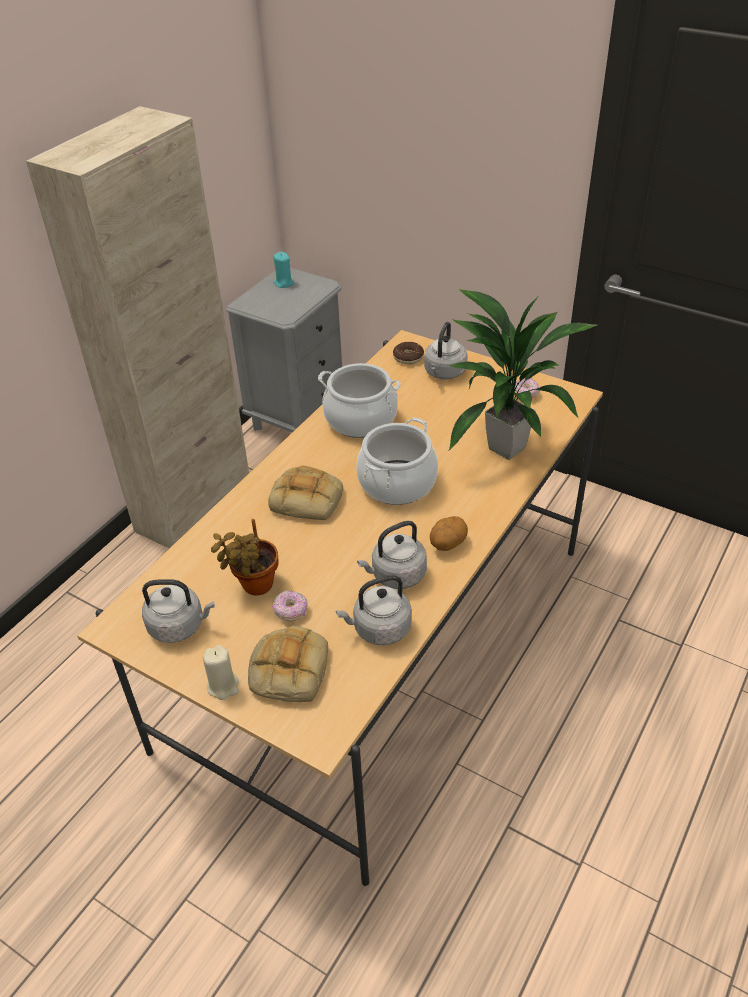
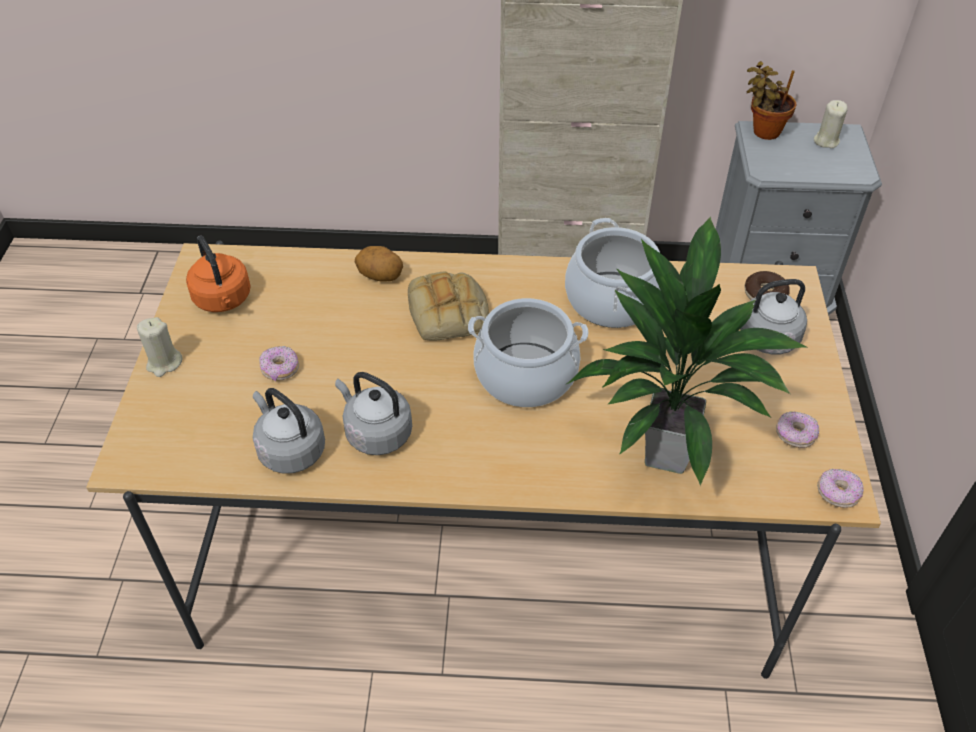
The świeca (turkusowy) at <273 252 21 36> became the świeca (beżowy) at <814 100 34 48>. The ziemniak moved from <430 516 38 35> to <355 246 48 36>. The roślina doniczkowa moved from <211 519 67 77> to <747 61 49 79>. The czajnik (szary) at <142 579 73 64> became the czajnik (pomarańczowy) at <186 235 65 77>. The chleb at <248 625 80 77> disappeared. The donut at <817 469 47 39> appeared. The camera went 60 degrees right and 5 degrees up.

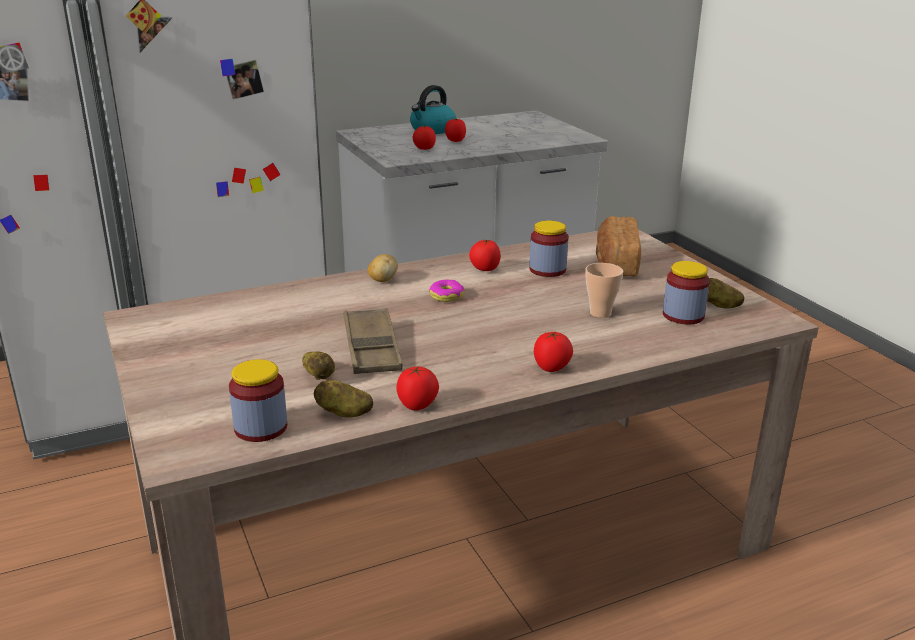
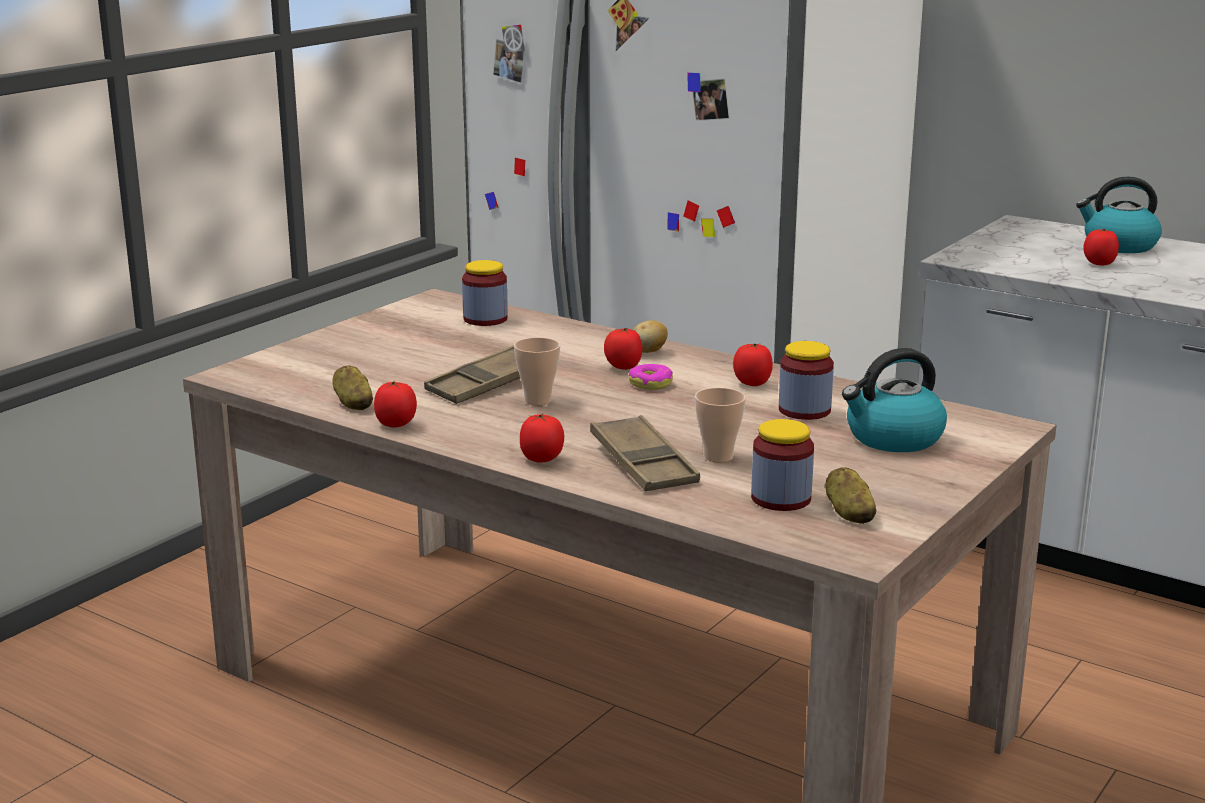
The pomidor moved from <413 126 23 24> to <604 328 38 42>. The chleb at <596 216 45 61> was replaced by the czajnik at <842 348 105 104>. The ziemniak at <302 351 33 29> disappeared. The słoik moved from <229 359 58 83> to <462 260 46 66>. The filiżanka at <514 337 46 68> appeared. The taca (brązowy) at <590 415 110 76> appeared. The camera went 60 degrees right and 5 degrees down.

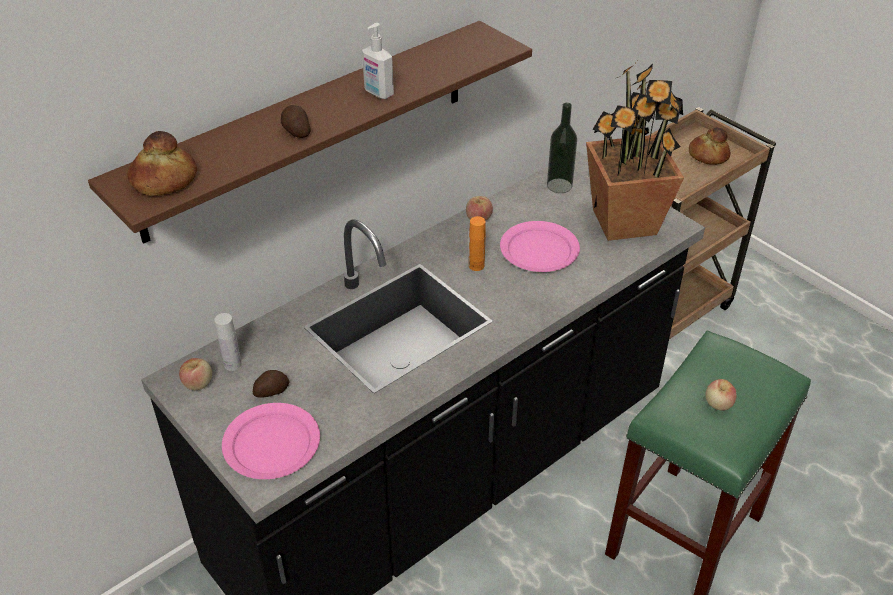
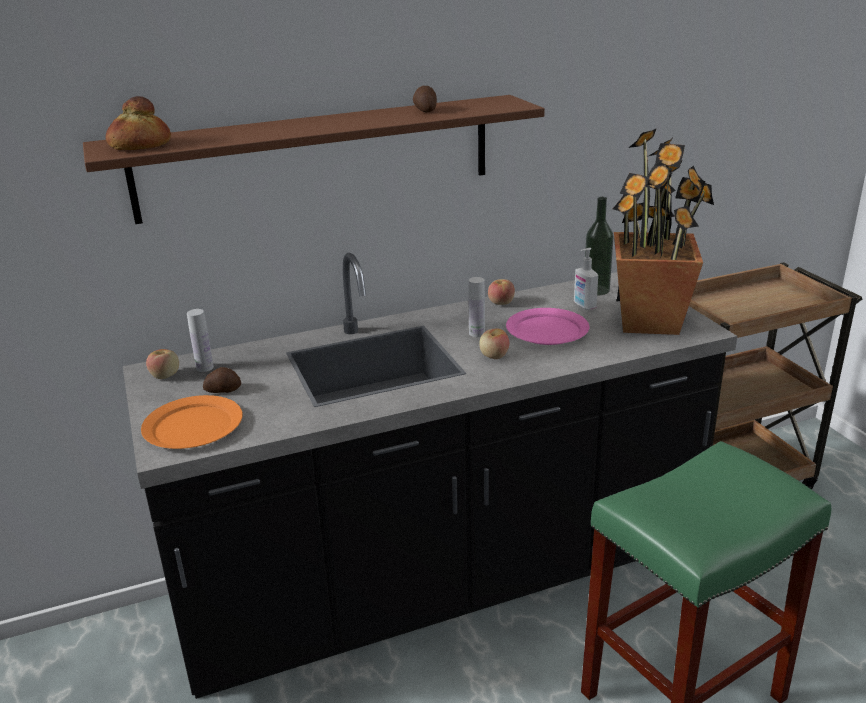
The dozownik mydła moved from <362 23 32 76> to <574 248 24 62>. The ziemniak moved from <281 105 30 33> to <413 86 24 27>. The chleb at <689 127 42 38> disappeared. The butelka (pomarańczowy) at <469 216 17 55> became the butelka (biały) at <468 277 17 60>. The jabłko moved from <706 379 31 32> to <479 328 31 31>. The talerz (różowy) at <222 403 98 76> became the talerz (pomarańczowy) at <141 395 102 54>. The camera went 20 degrees right and 15 degrees down.

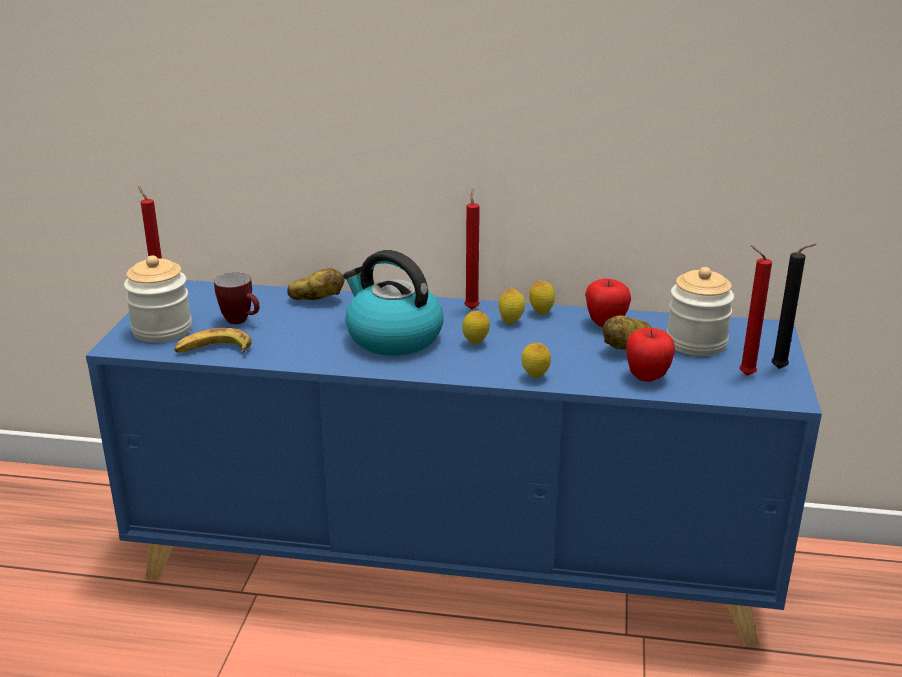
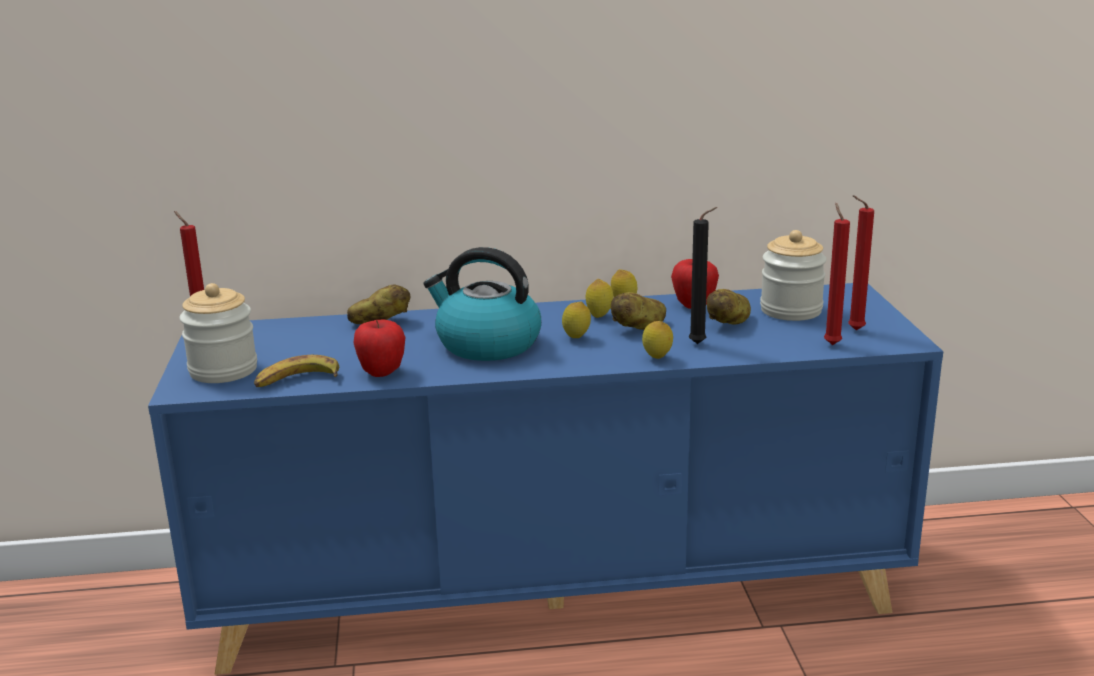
The świeca (czerwony) moved from <464 189 16 120> to <824 203 26 142>. The świeca (czarny) moved from <771 244 45 125> to <689 207 29 137>. The kubek at <214 273 46 51> disappeared. The jabłko moved from <626 328 49 54> to <353 319 52 58>. The ziemniak at <611 292 55 38> appeared. The camera went 15 degrees left and 5 degrees down.

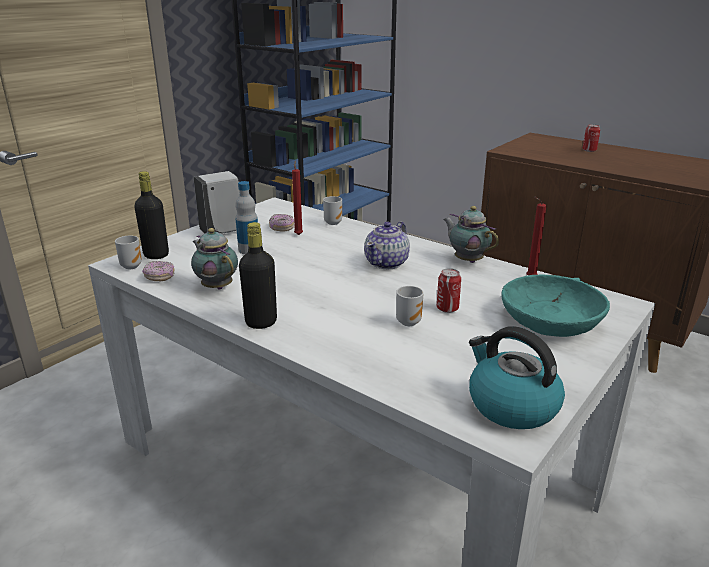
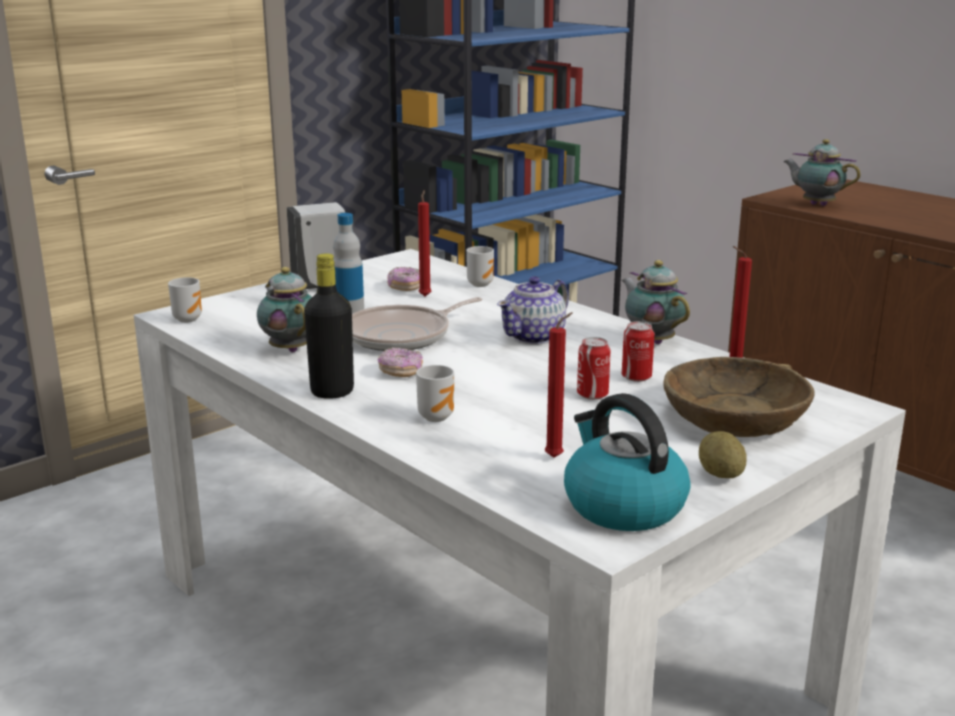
The puszka moved from <583 124 17 28> to <622 321 32 61>. The butelka (czarny) at <134 171 35 88> disappeared. The donut moved from <142 261 33 20> to <378 347 45 30>. The miska (turkusowy) at <502 275 108 62> became the miska (brązowy) at <663 357 152 80>. The kubek moved from <396 286 28 40> to <416 365 38 57>. The imbryk at <783 139 78 67> appeared. The patelnia at <352 297 130 54> appeared. The świeca (czerwony) at <545 312 28 146> appeared. The ziemniak at <699 431 48 47> appeared. The camera went 10 degrees right and 5 degrees down.

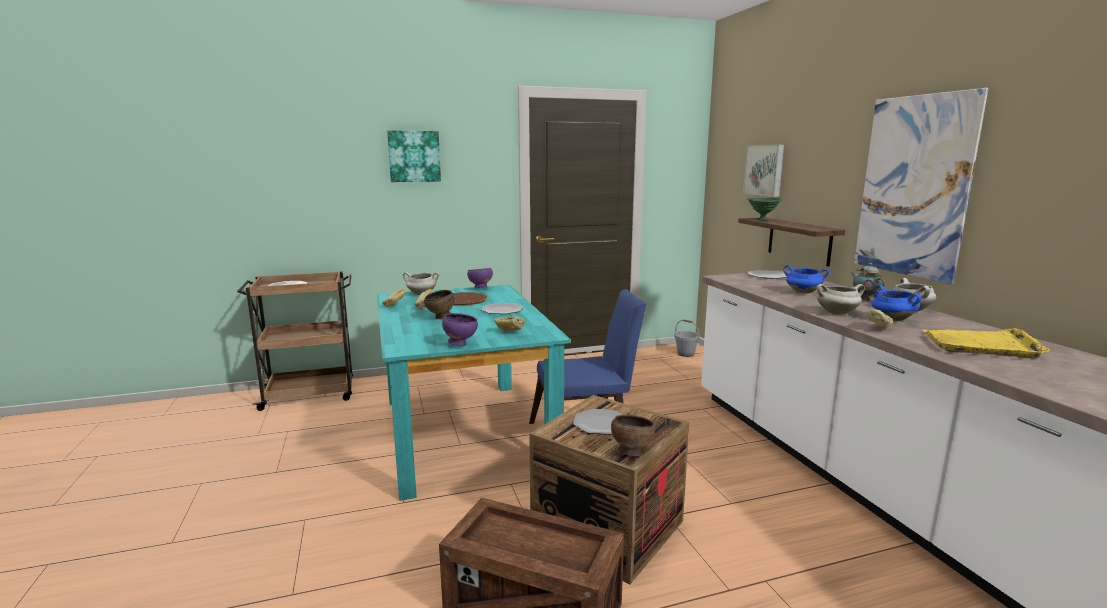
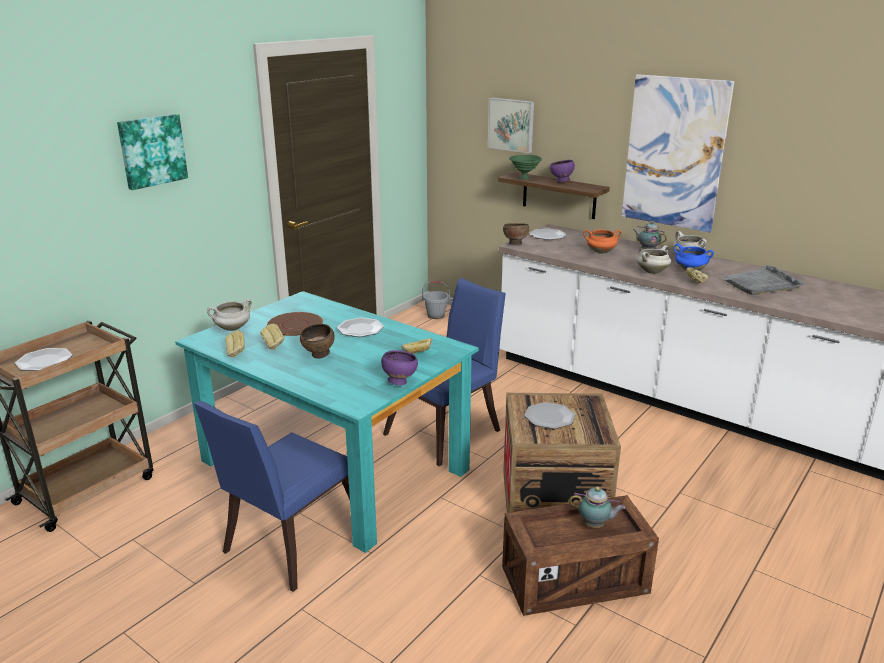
The garnek (niebieski) at <784 265 45 29> became the garnek (pomarańczowy) at <583 230 39 24>. The miska (fioletowy) moved from <467 268 26 20> to <550 160 25 22>. The taca (żółty) at <923 328 127 30> became the taca (szary) at <720 265 84 30>. The miska (brązowy) moved from <611 414 44 42> to <503 223 26 21>. The krzesło (niebieski) at <194 401 156 191> appeared. The imbryk at <569 487 56 41> appeared. The camera went 35 degrees left and 10 degrees up.

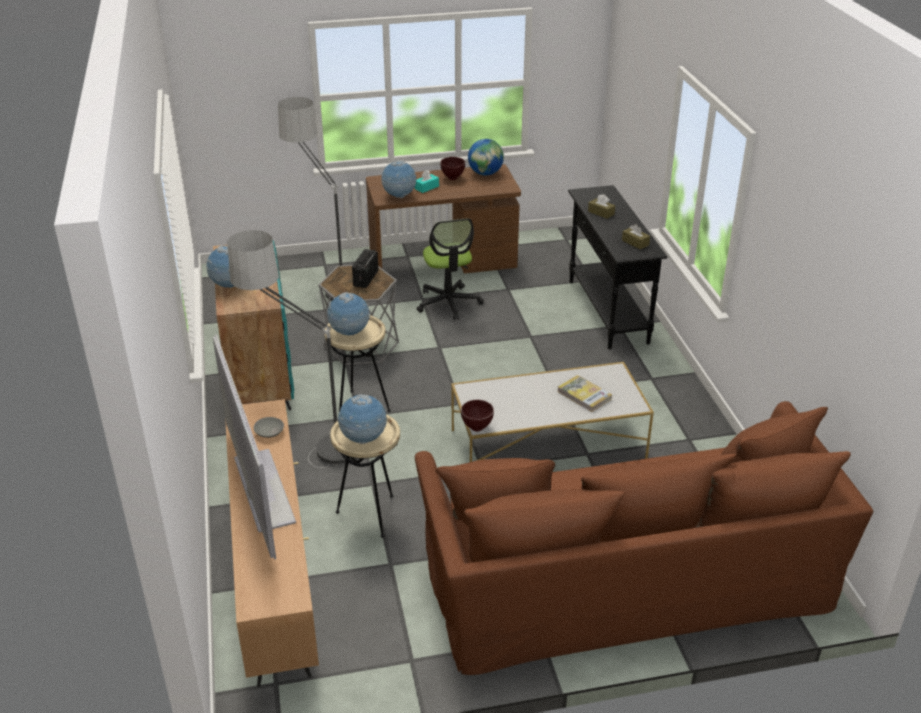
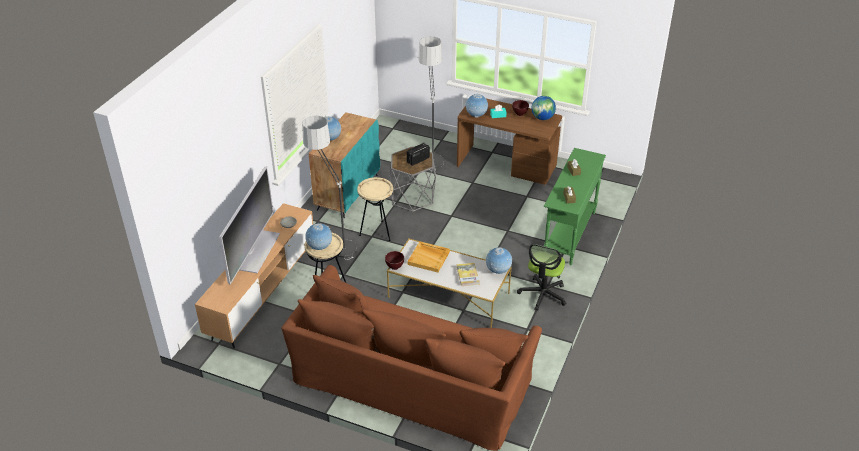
The stolik konsolowy (czarny) at <568 185 99 164> became the stolik konsolowy (zielony) at <544 148 62 117>. The krzesło biurowe moved from <417 218 67 102> to <517 244 49 67>. The globus moved from <327 292 43 44> to <486 247 26 27>. The taca (beżowy) at <408 241 42 32> appeared. The camera went 35 degrees right and 5 degrees up.

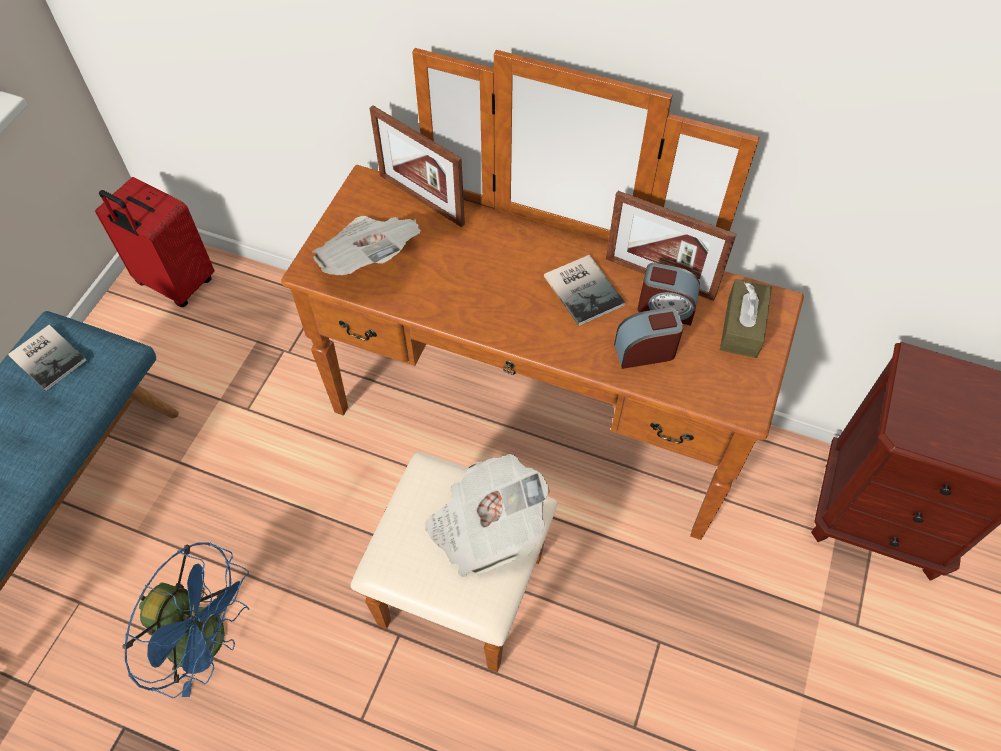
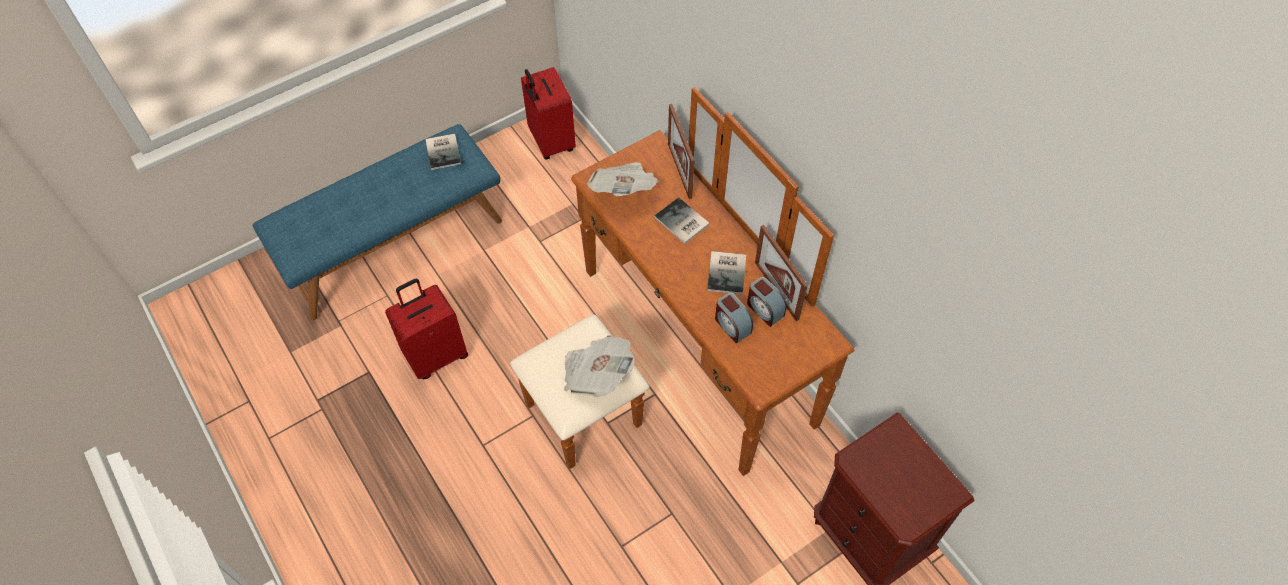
The pudełko chusteczek (brązowy) at <720 279 52 79> disappeared. The budzik at <614 307 69 62> turned 150 degrees counterclockwise. The wentylator (niebieski) at <122 542 127 156> was replaced by the walizka (czerwony) at <385 279 83 100>. The książka at <654 197 56 47> appeared. The camera went 35 degrees right and 0 degrees up.

